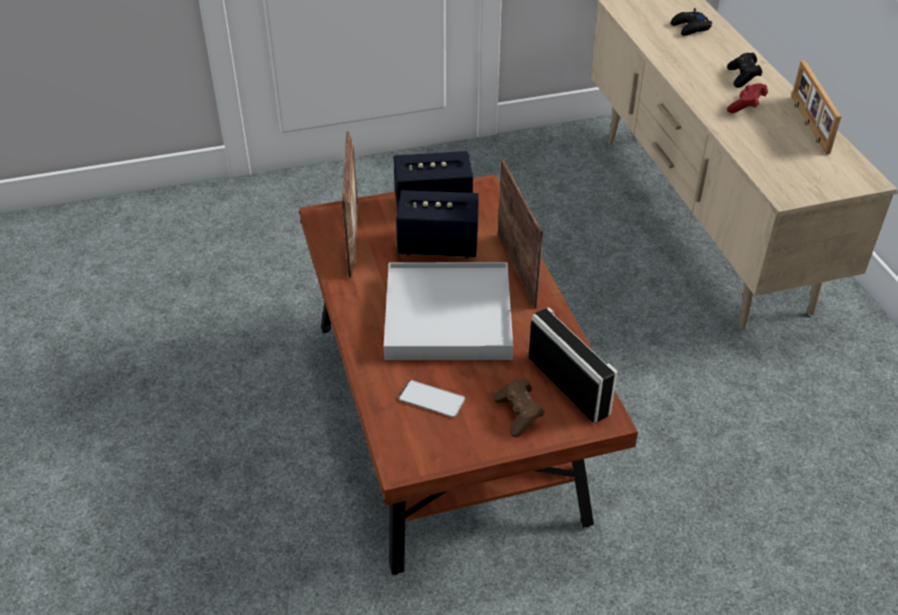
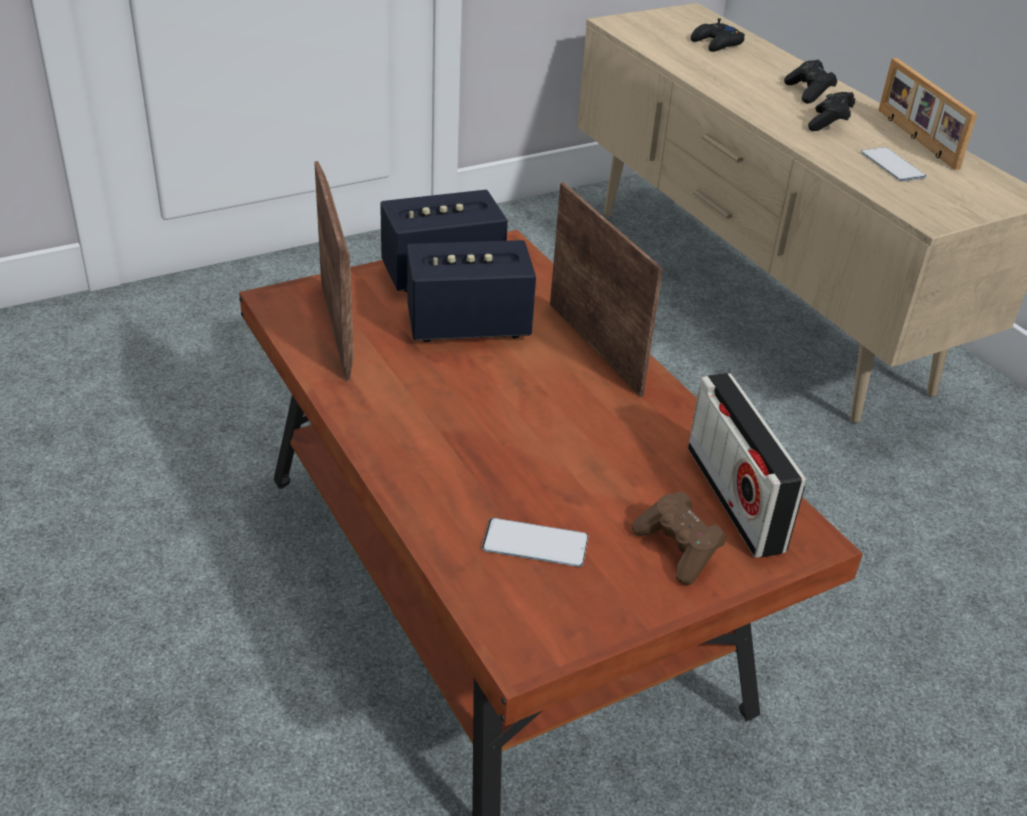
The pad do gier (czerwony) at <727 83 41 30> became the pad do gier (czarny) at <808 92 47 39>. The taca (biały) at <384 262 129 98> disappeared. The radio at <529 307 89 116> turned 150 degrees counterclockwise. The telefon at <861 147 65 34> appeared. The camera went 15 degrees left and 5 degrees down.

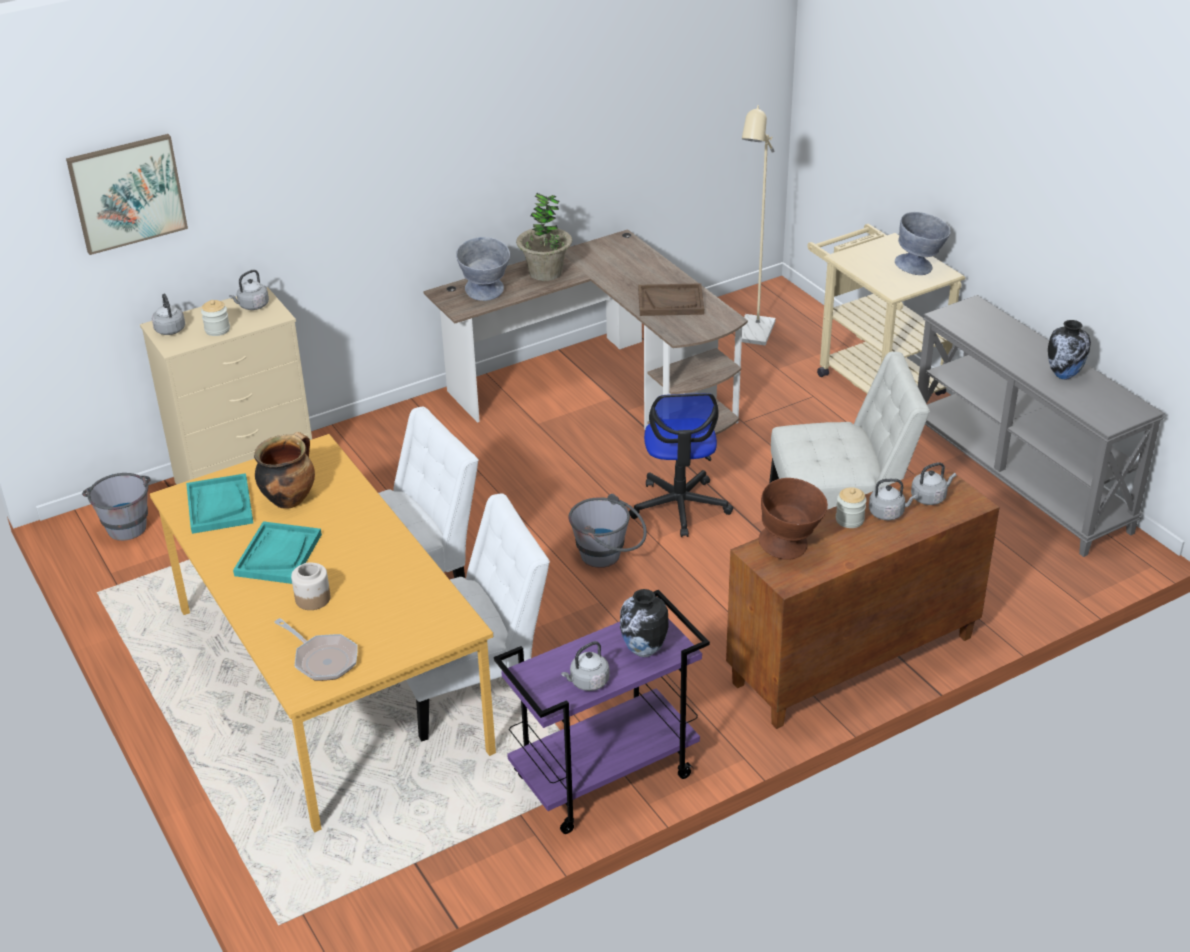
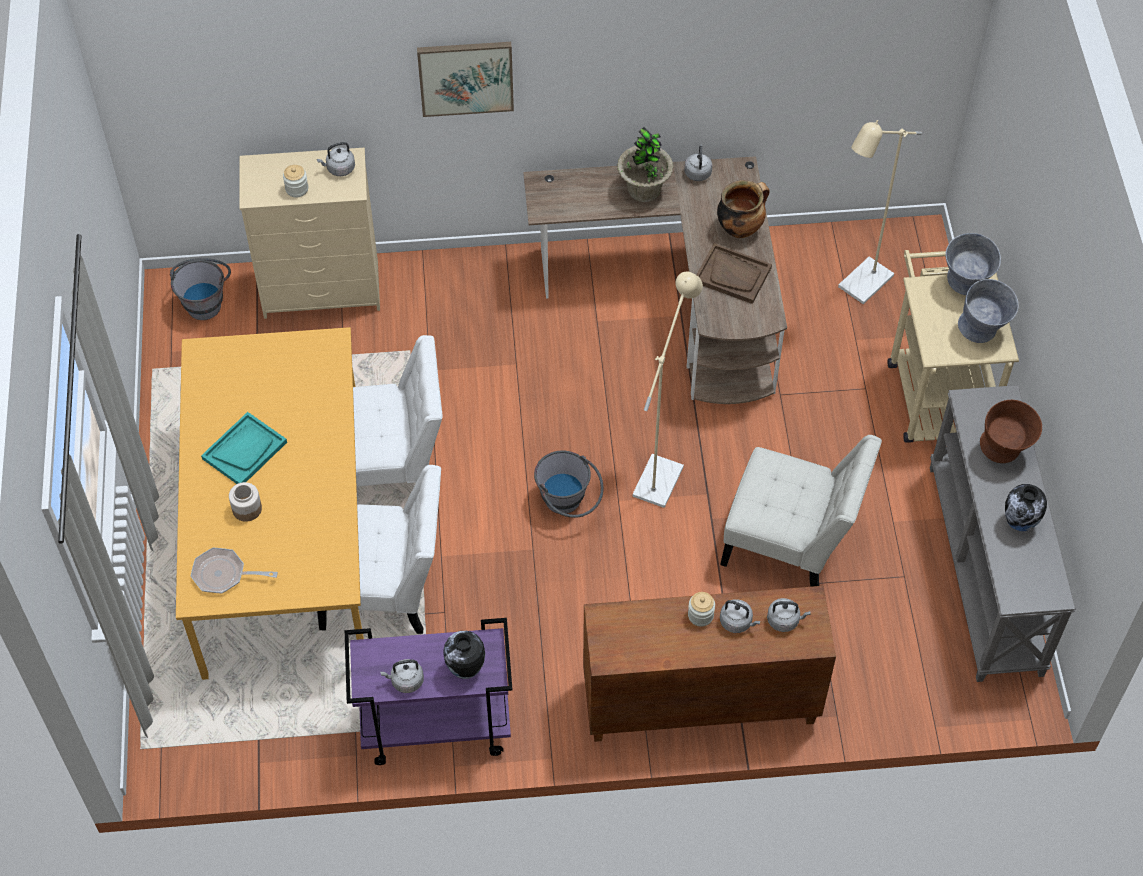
The obraz moved from <66 134 122 121> to <417 42 97 75>. The miska (szary) moved from <456 237 54 64> to <946 233 55 62>. The czajnik (szary) moved from <152 294 33 41> to <684 145 28 36>. The krzesło biurowe at <629 393 104 144> was replaced by the lampa stojąca (beżowy) at <633 271 70 237>. The garnek moved from <254 432 61 77> to <717 180 53 58>. The taca (turkusowy) at <186 473 67 61> disappeared. The miska (brązowy) moved from <759 478 69 82> to <980 400 62 63>. The patelnia at <274 618 84 63> turned 120 degrees clockwise. The camera went 25 degrees right and 20 degrees up.

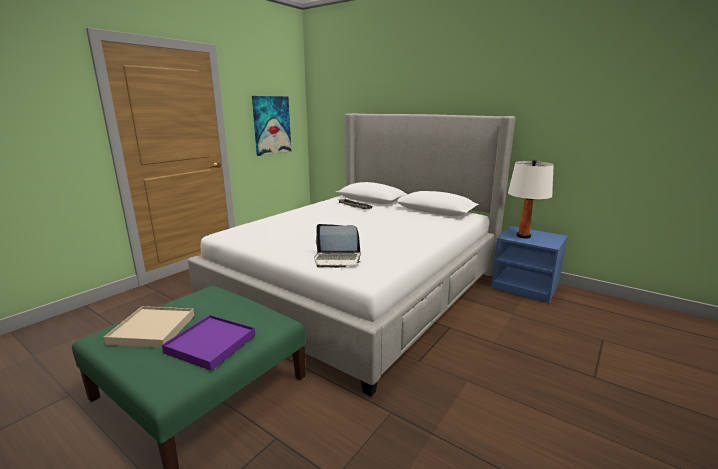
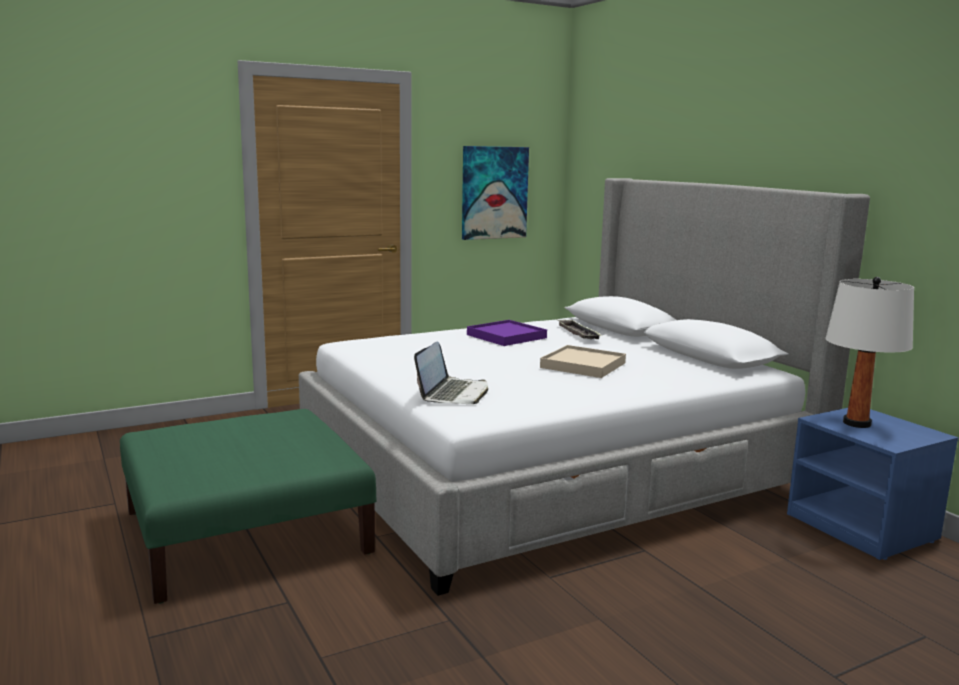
The laptop at <314 224 47 44> turned 105 degrees counterclockwise. The taca (beżowy) moved from <104 306 90 42> to <540 345 86 33>. The taca (fioletowy) moved from <162 315 93 56> to <467 320 80 26>. The camera went 25 degrees right and 5 degrees down.

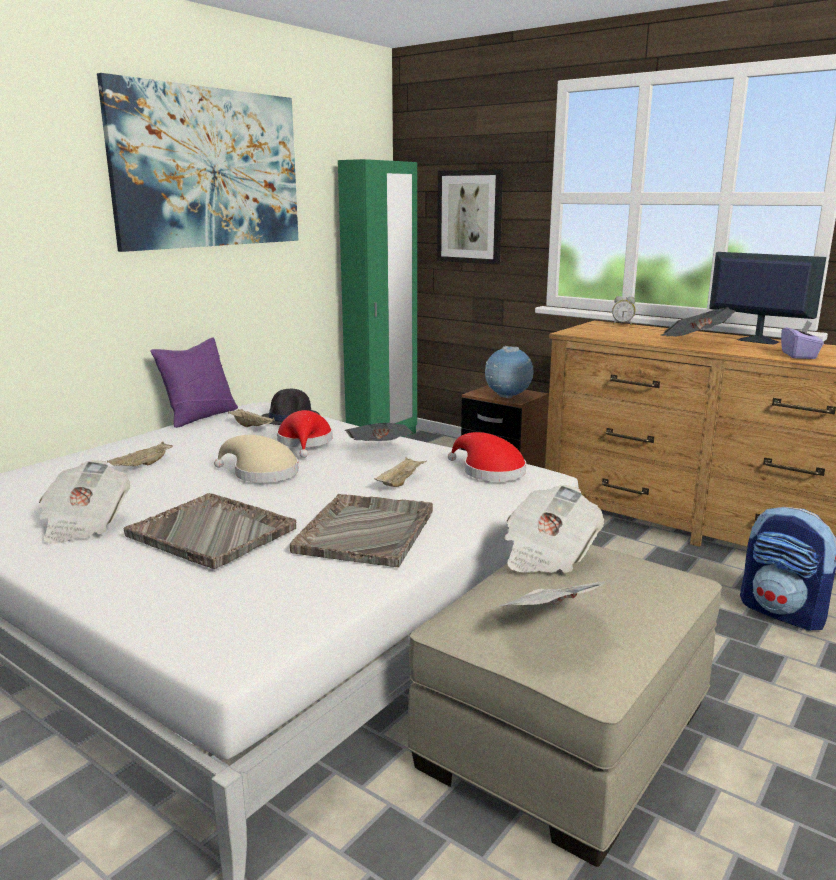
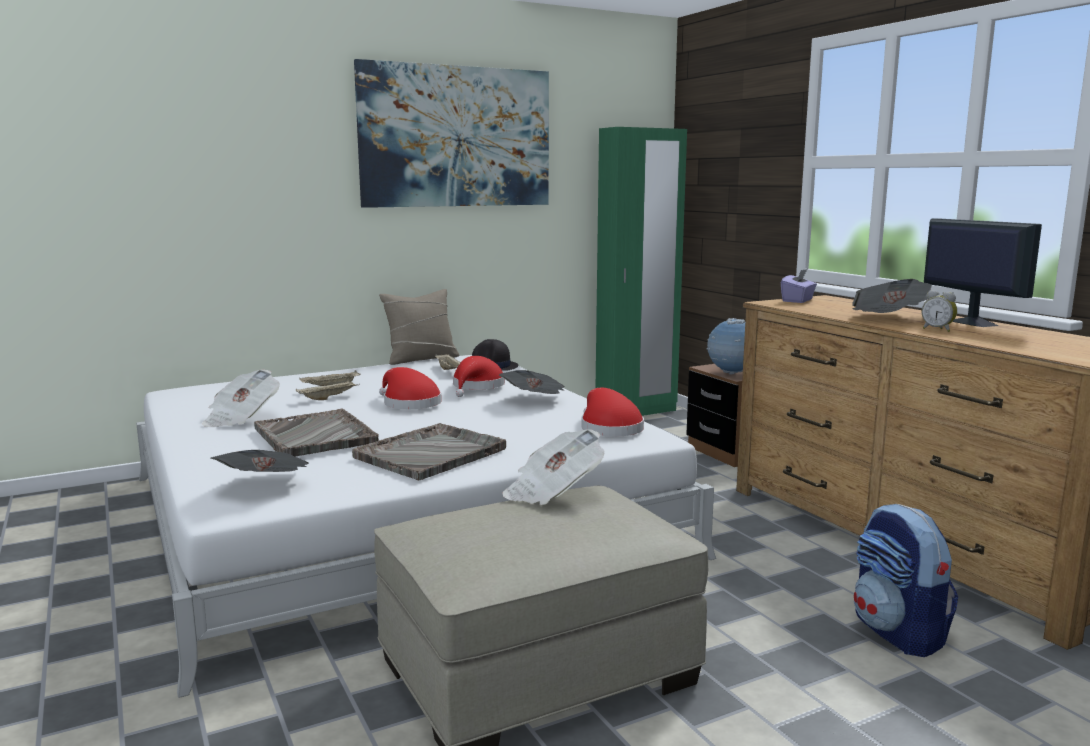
The obraz at <437 169 66 96> disappeared. The budzik moved from <612 296 24 29> to <922 290 35 42>. The pudełko chusteczek (fioletowy) moved from <781 320 43 39> to <781 269 36 34>. The poduszka (fioletowy) at <150 337 88 91> became the poduszka (beżowy) at <379 289 81 76>. The kapelusz (beżowy) at <214 435 85 48> became the kapelusz (czerwony) at <379 367 63 42>. The taca (beżowy) moved from <374 457 53 30> to <296 380 64 20>. The gazeta moved from <497 580 114 27> to <211 450 98 22>. The camera went 25 degrees right and 5 degrees down.

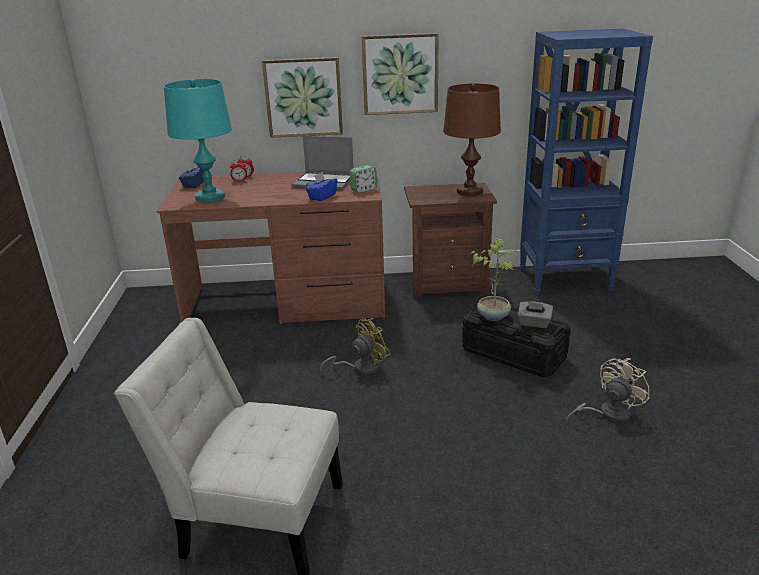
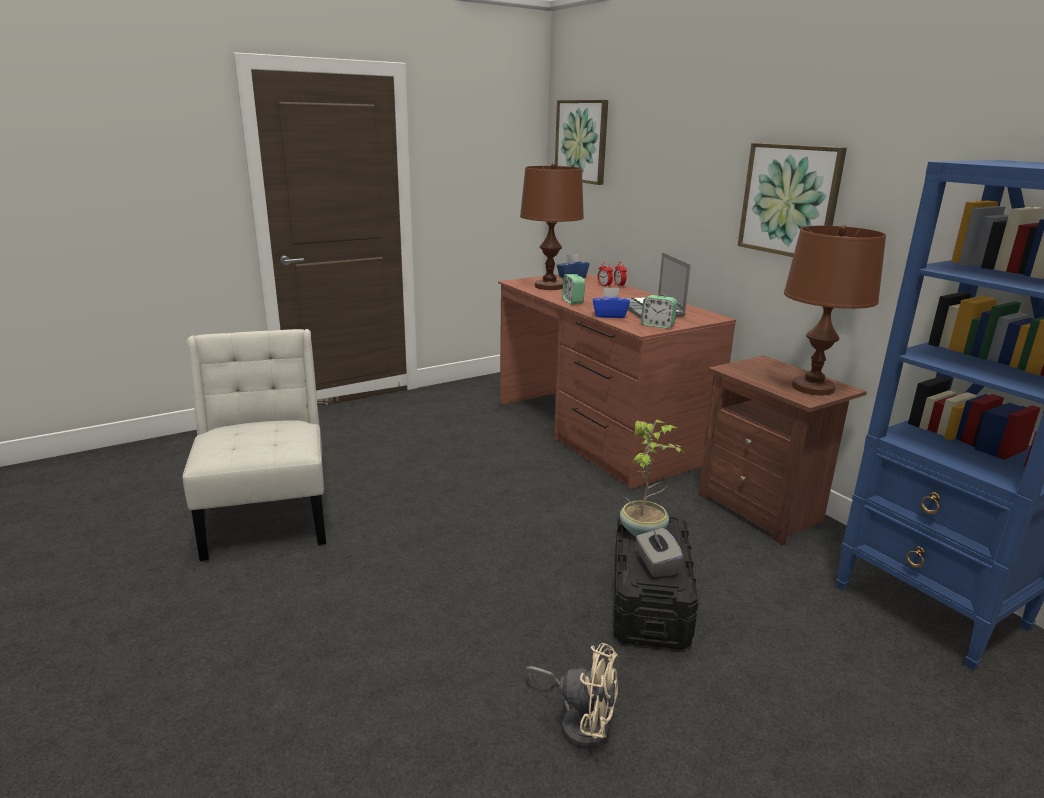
The obraz moved from <262 57 81 81> to <555 100 53 85>. The lampa stołowa (turkusowy) at <164 79 68 123> became the lampa stołowa (brązowy) at <520 163 64 127>. The wentylator (żółty) at <320 318 70 57> disappeared. The budzik at <562 274 23 30> appeared. The camera went 60 degrees right and 5 degrees down.

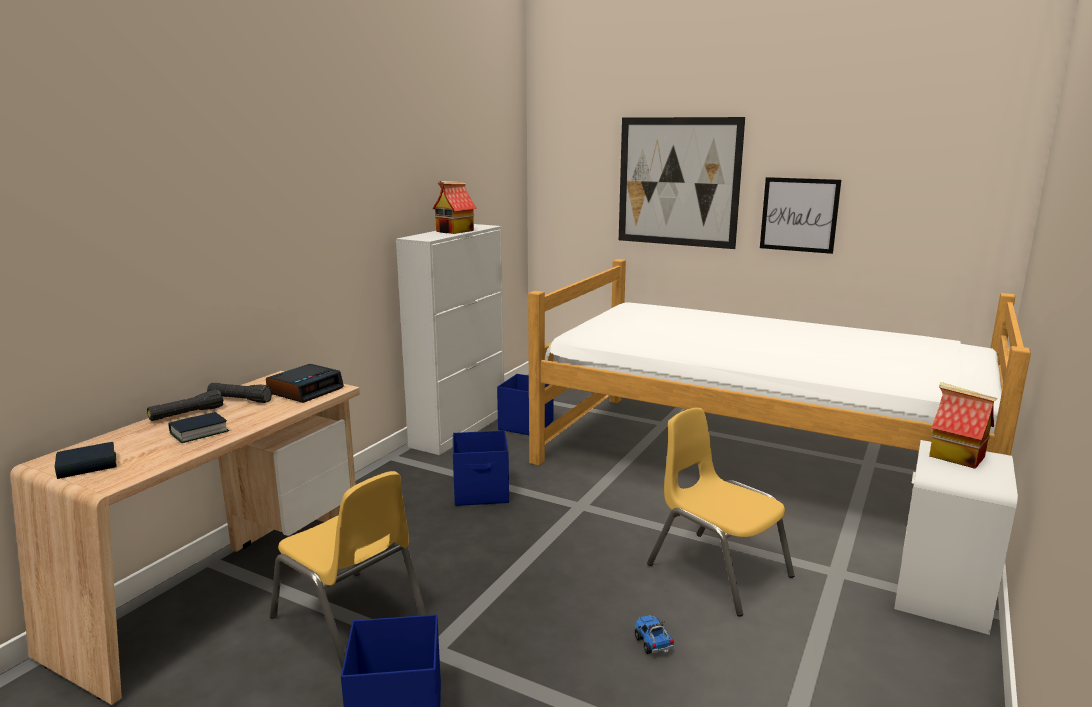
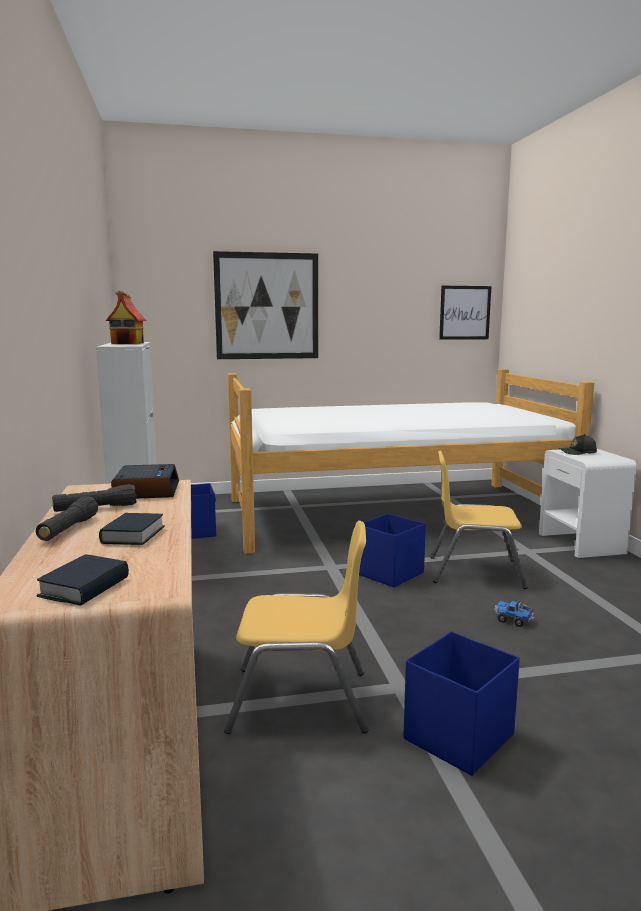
The obraz moved from <760 177 81 77> to <439 286 52 54>. The domek at <929 382 68 87> was replaced by the czapka z daszkiem (czarny) at <559 434 38 21>. The pojemnik do przechowywania (niebieski) moved from <453 430 56 76> to <359 514 67 73>. The camera went 40 degrees left and 5 degrees down.

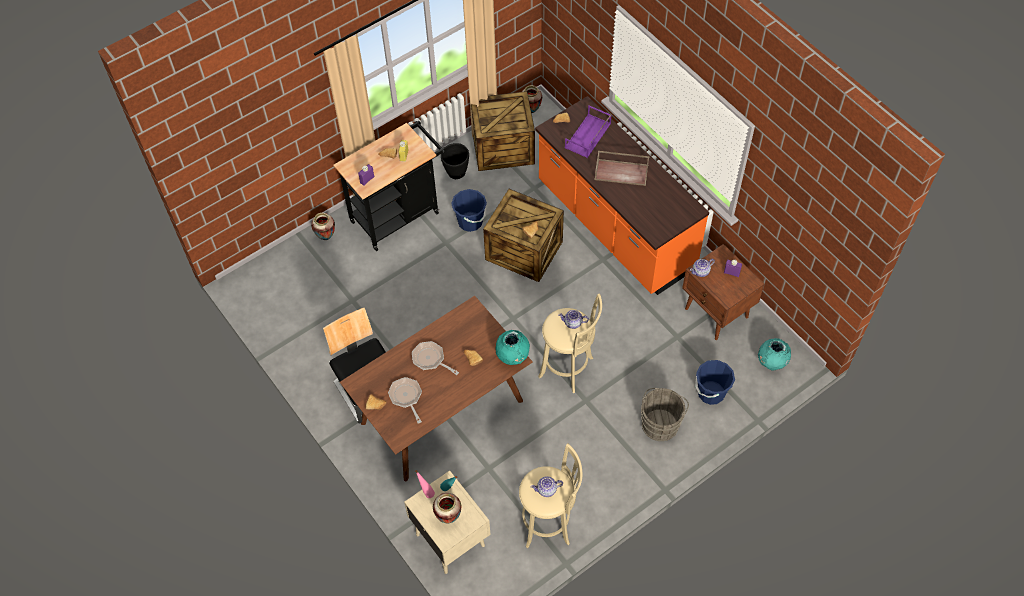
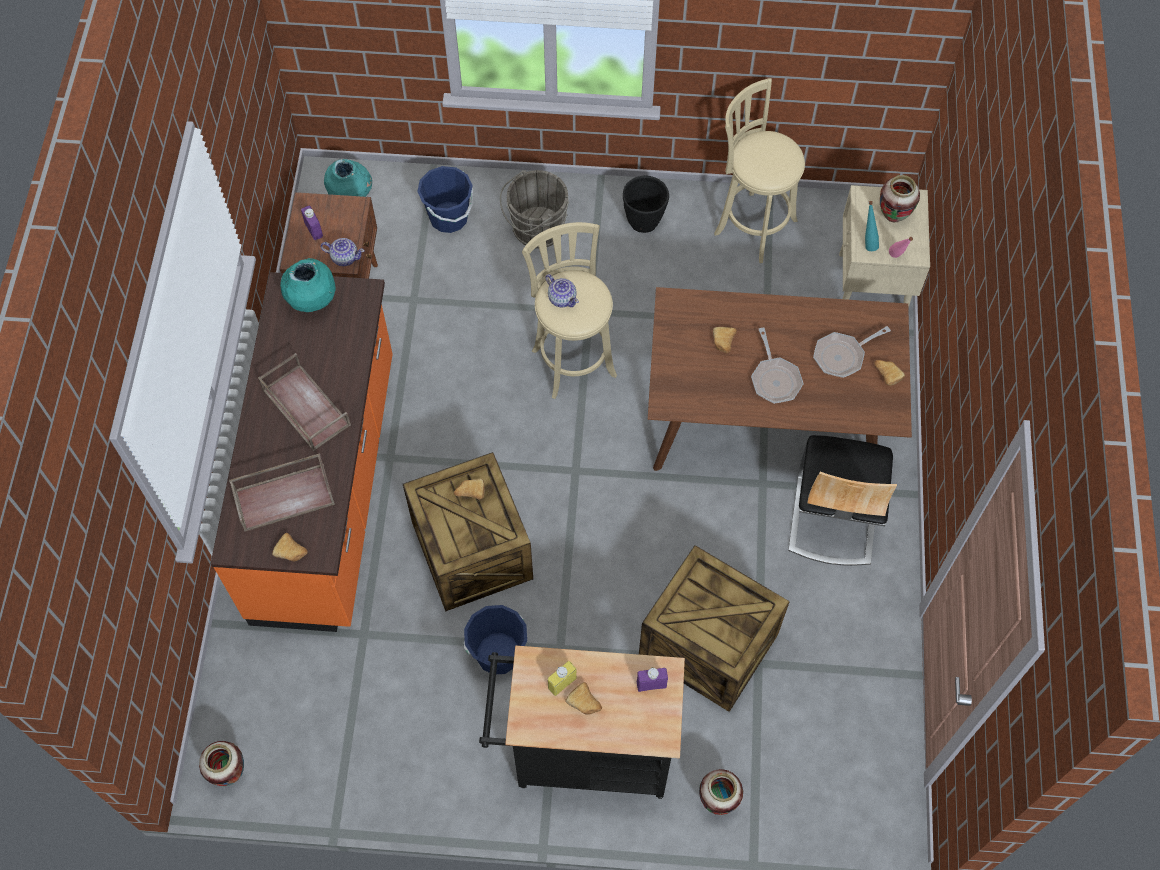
The skrzynka moved from <471 91 64 80> to <639 545 151 167>. The taca (fioletowy) at <565 106 46 52> became the taca (brązowy) at <229 453 106 79>. The donica (czarny) moved from <441 143 28 36> to <623 176 46 57>. The wazon (turkusowy) moved from <495 330 35 35> to <280 258 56 54>. The patelnia at <388 377 34 47> turned 45 degrees clockwise. The imbryk at <531 476 32 21> disappeared. The camera went 140 degrees left and 5 degrees up.

